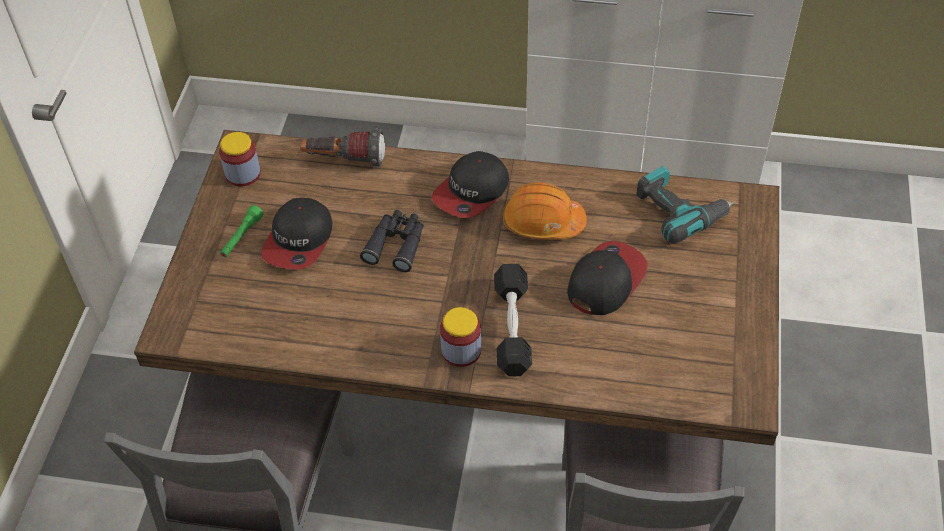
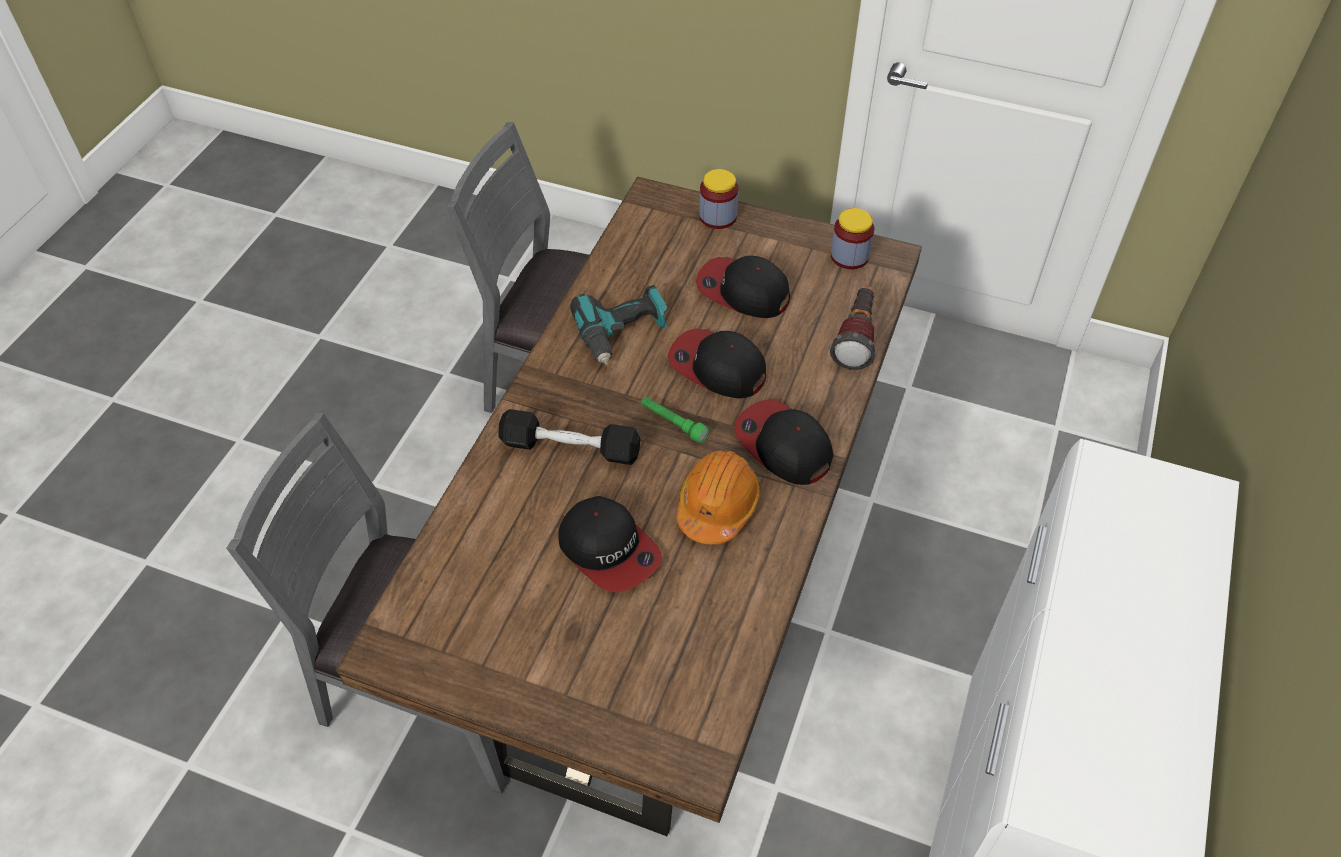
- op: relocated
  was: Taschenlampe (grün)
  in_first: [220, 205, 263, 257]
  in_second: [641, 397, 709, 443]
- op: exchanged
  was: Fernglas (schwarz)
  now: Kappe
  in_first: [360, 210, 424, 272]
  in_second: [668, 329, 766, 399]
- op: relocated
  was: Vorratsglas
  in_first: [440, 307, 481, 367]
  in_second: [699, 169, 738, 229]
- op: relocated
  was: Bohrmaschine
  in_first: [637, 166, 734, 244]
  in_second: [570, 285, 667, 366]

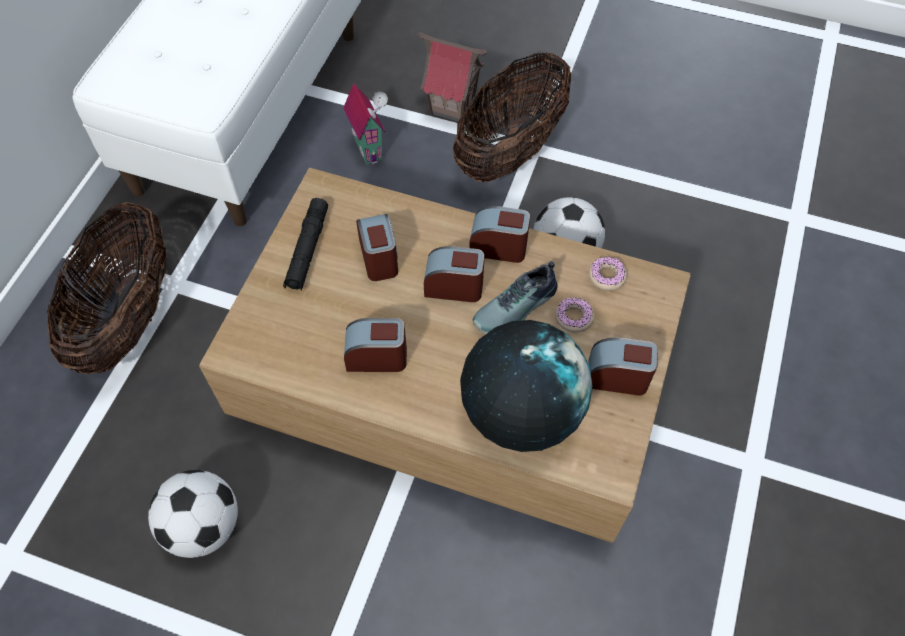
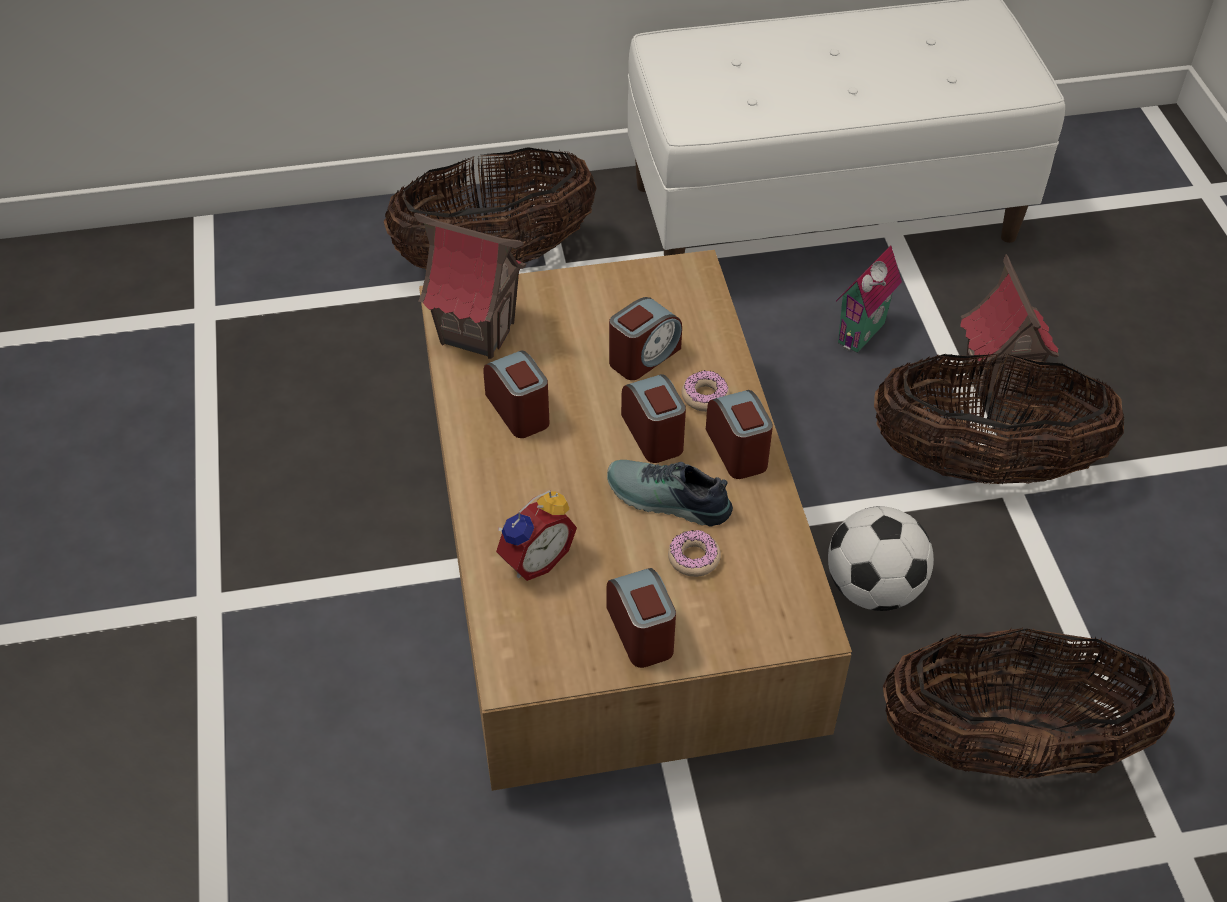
- op: missing
  was: Fußball
  in_first: [148, 470, 238, 558]
- op: missing
  was: Taschenlampe (schwarz)
  in_first: [283, 198, 328, 291]
- op: exchanged
  was: Globus
  now: Wecker
  in_first: [460, 320, 593, 452]
  in_second: [496, 490, 577, 581]
- op: relocated
  was: Donut
  in_first: [589, 257, 627, 291]
  in_second: [682, 371, 730, 412]
- op: appeared
  now: Spielzeughaus
  in_second: [414, 213, 526, 359]
- op: appeared
  now: Korb
  in_second: [883, 628, 1175, 779]

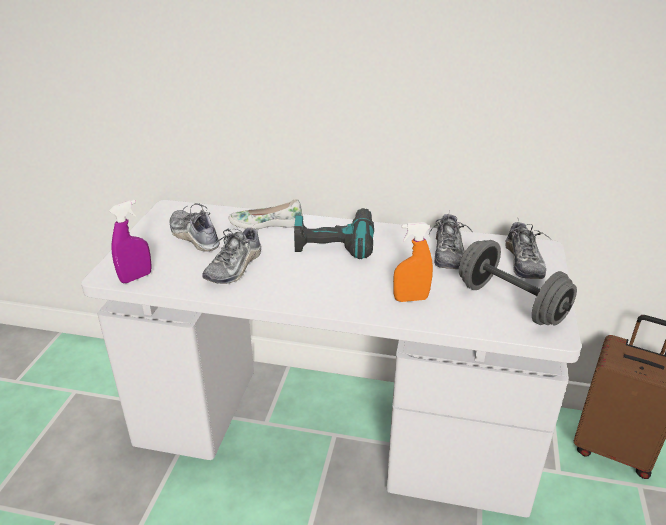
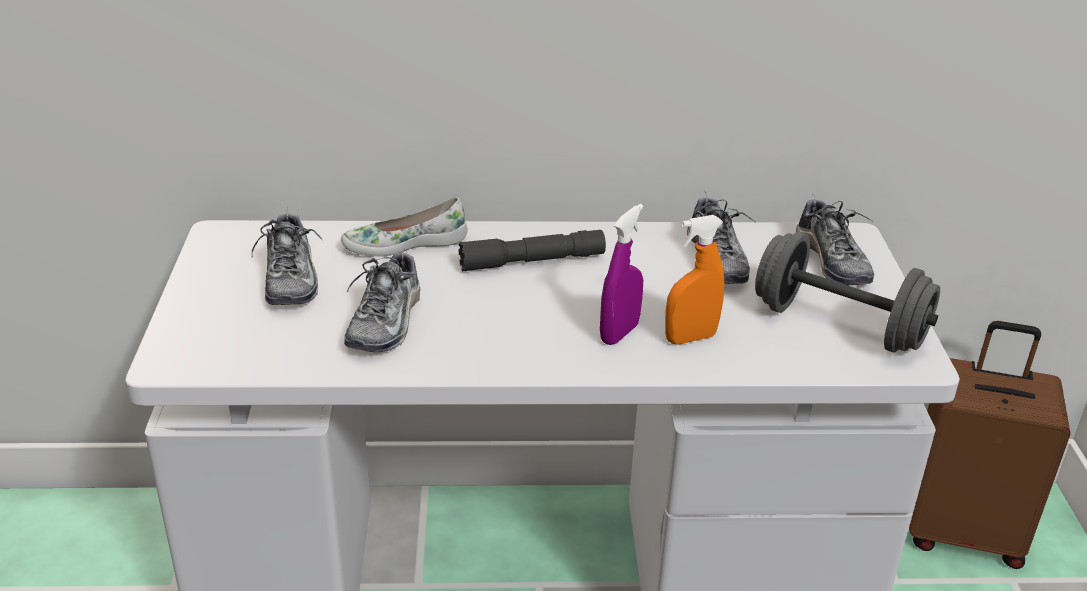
- op: relocated
  was: Sprühflasche (lila)
  in_first: [109, 200, 152, 283]
  in_second: [600, 204, 643, 345]
- op: spun
  was: Schuh
  in_first: [170, 203, 220, 252]
  in_second: [252, 214, 322, 305]
  clockwise: -135
- op: exchanged
  was: Bohrmaschine
  now: Taschenlampe (grau)
  in_first: [294, 208, 374, 259]
  in_second: [458, 230, 606, 271]

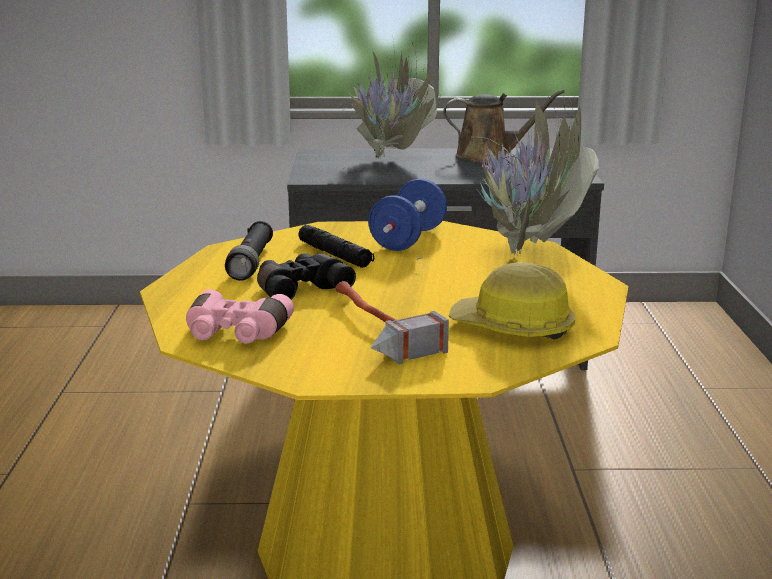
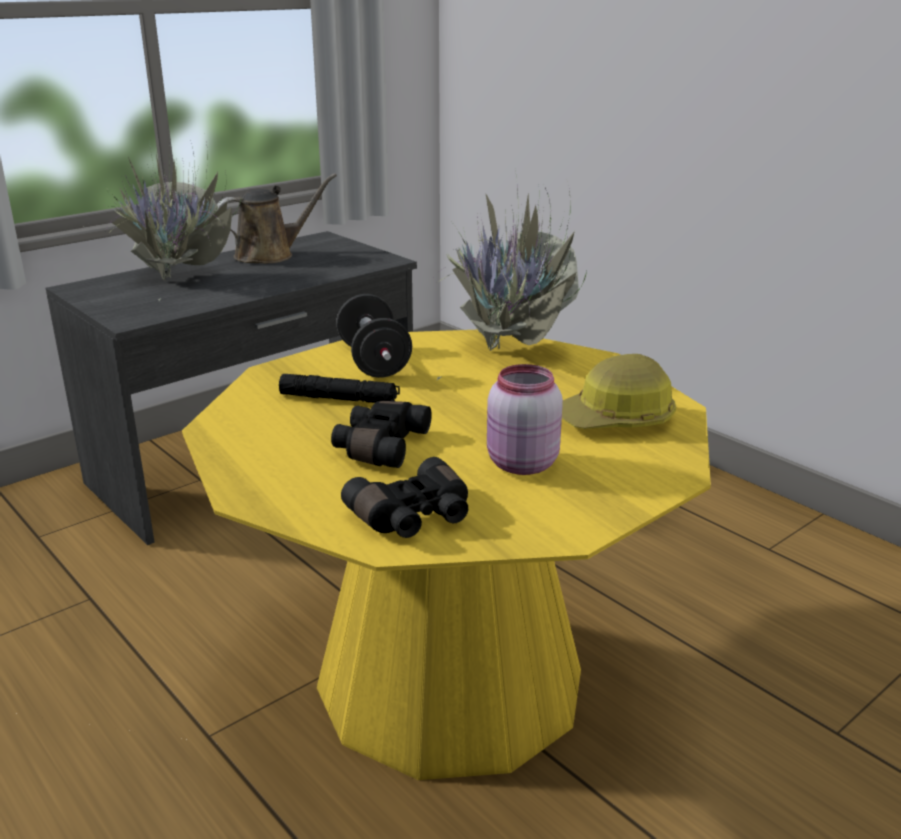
- op: colour
  was: Fernglas (rosa)
  now: Fernglas (schwarz)
  in_first: [186, 289, 294, 343]
  in_second: [341, 457, 468, 538]
- op: missing
  was: Taschenlampe (schwarz)
  in_first: [225, 221, 273, 281]
- op: exchanged
  was: Hammer
  now: Vorratsglas (rosa)
  in_first: [335, 281, 449, 364]
  in_second: [487, 364, 563, 475]
- op: colour
  was: Hantel (blau)
  now: Hantel (schwarz)
  in_first: [368, 179, 447, 251]
  in_second: [336, 294, 412, 378]

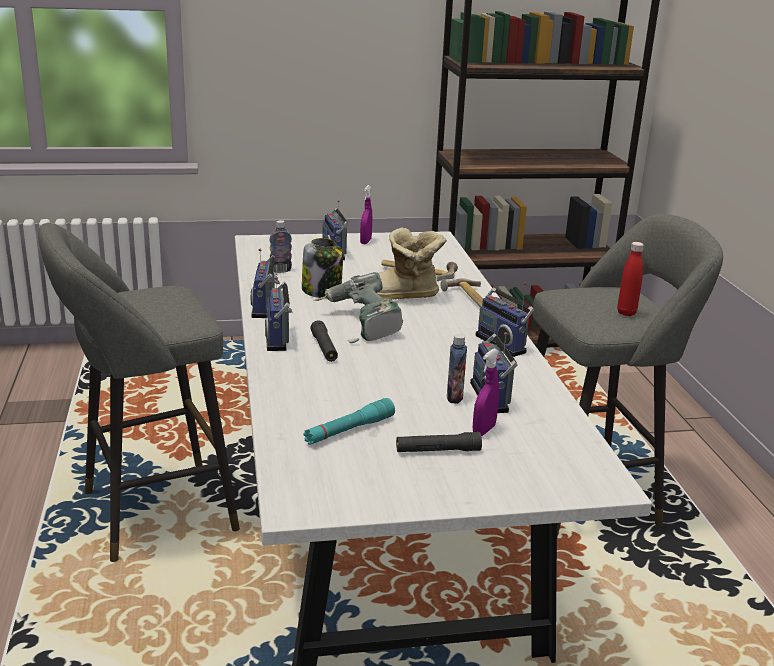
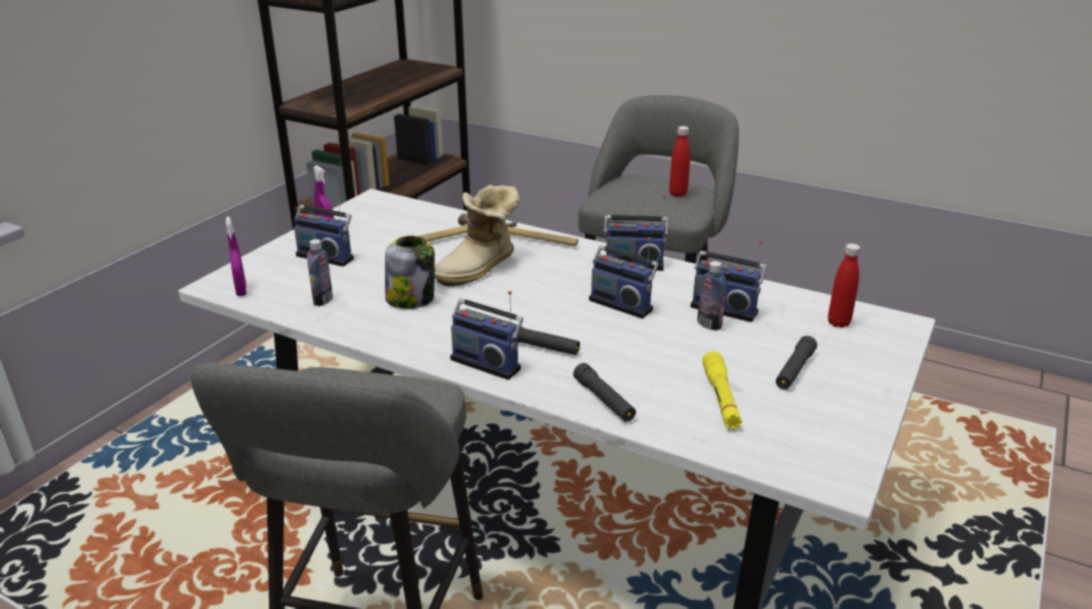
- op: relocated
  was: Radio
  in_first: [251, 248, 280, 318]
  in_second: [589, 237, 659, 319]
- op: colour
  was: Taschenlampe (türkis)
  now: Taschenlampe (gelb)
  in_first: [303, 398, 395, 445]
  in_second: [702, 351, 742, 430]
- op: missing
  was: Bohrmaschine
  in_first: [314, 272, 403, 343]
- op: relocated
  was: Sprühflasche (lila)
  in_first: [473, 349, 499, 436]
  in_second: [226, 217, 247, 296]
- op: appeared
  now: Taschenlampe (schwarz)
  in_second: [573, 363, 636, 422]
- op: appeared
  now: Flasche (rot)
  in_second: [828, 244, 860, 328]

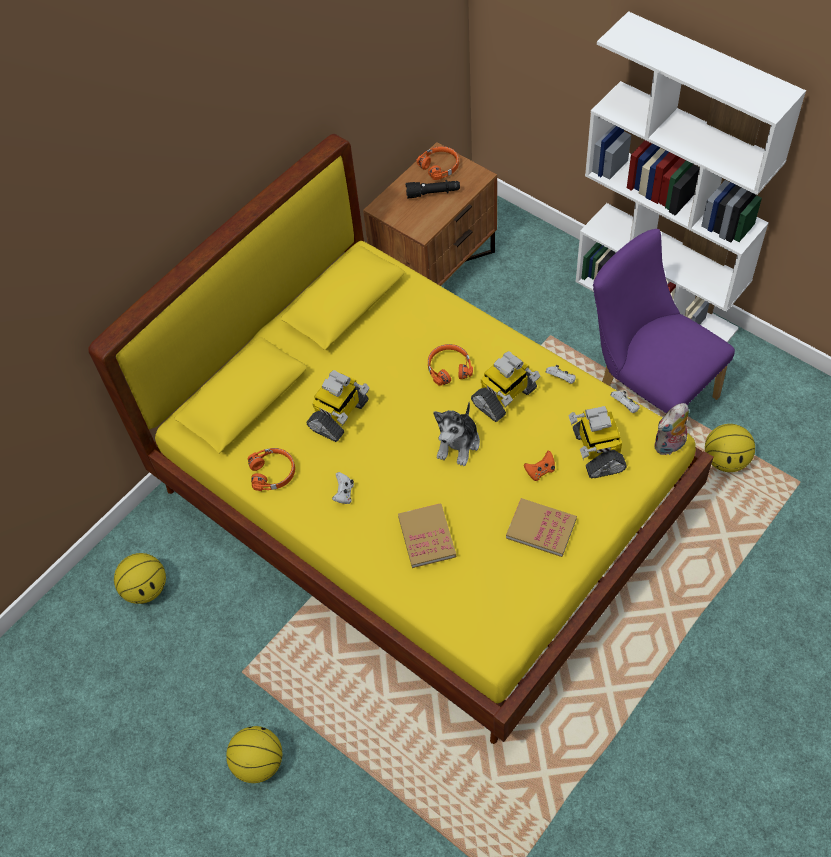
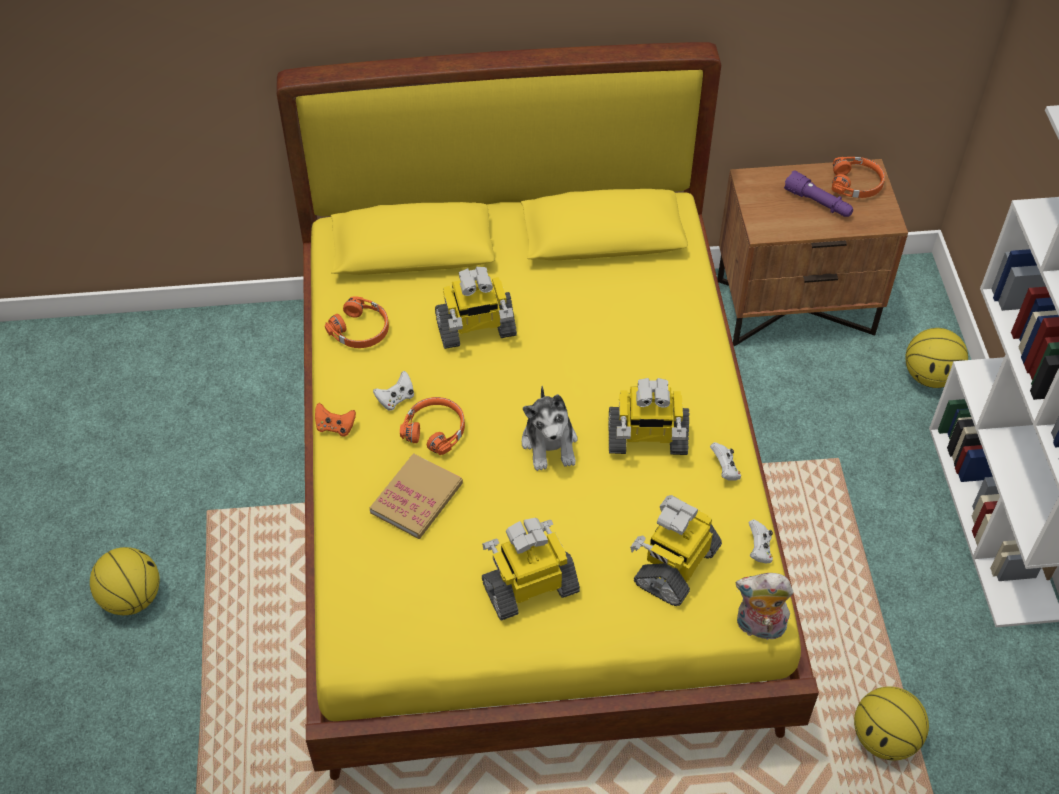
- op: relocated
  was: Basketball
  in_first: [114, 553, 166, 604]
  in_second: [905, 328, 968, 388]
- op: colour
  was: Taschenlampe (schwarz)
  now: Taschenlampe (lila)
  in_first: [406, 180, 460, 198]
  in_second: [784, 170, 853, 217]
- op: relocated
  was: Kopfhörer (orange)
  in_first: [428, 344, 473, 386]
  in_second: [400, 397, 465, 455]
- op: spun
  was: Plüschtier
  in_first: [433, 402, 480, 466]
  in_second: [522, 386, 578, 471]
  clockwise: -75
- op: exchanged
  was: Buch
  now: Spielzeugroboter
  in_first: [506, 498, 577, 557]
  in_second: [482, 518, 580, 620]
- op: relocated
  was: Gamepad (orange)
  in_first: [524, 451, 555, 481]
  in_second: [315, 403, 356, 437]
- op: missing
  was: Stuhl (lila)
  in_first: [593, 229, 735, 413]

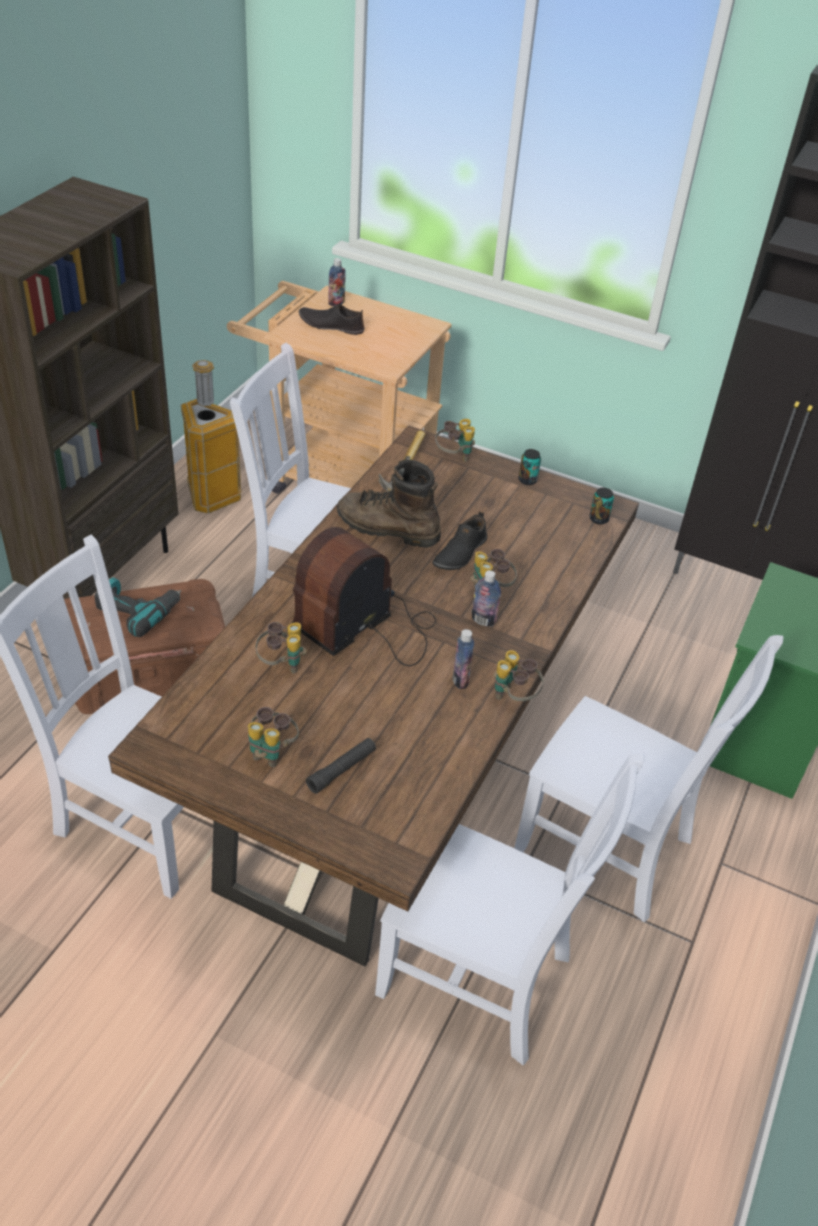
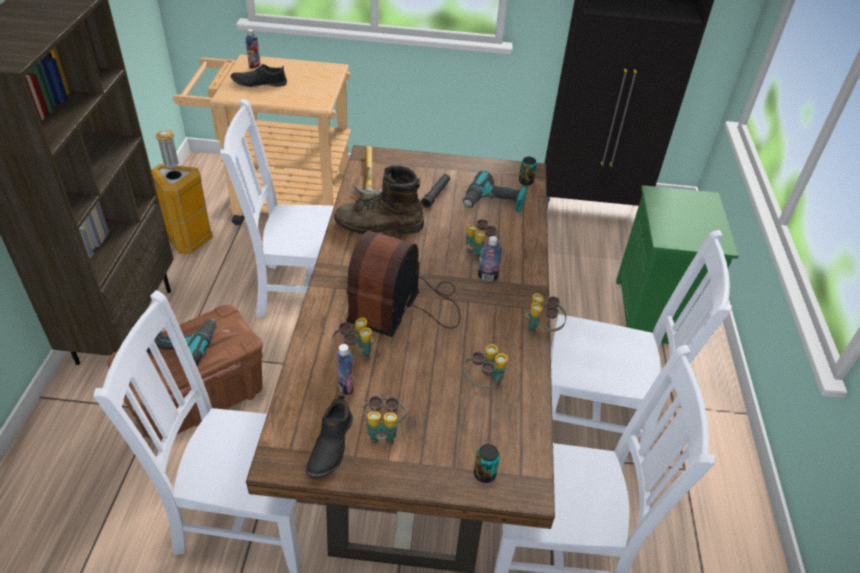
- op: relocated
  was: Taschenlampe (schwarz)
  in_first: [306, 738, 376, 794]
  in_second: [421, 174, 450, 208]
- op: relocated
  was: Schuh (schwarz)
  in_first: [432, 511, 488, 570]
  in_second: [306, 395, 353, 478]
- op: relocated
  was: Fernglas
  in_first: [435, 419, 475, 462]
  in_second: [463, 344, 508, 389]
- op: relocated
  was: Flasche
  in_first: [453, 629, 474, 689]
  in_second: [336, 344, 353, 395]
- op: relocated
  was: Dose
  in_first: [518, 449, 541, 485]
  in_second: [474, 444, 500, 483]
- op: appeared
  now: Bohrmaschine
  in_second: [463, 171, 527, 213]

